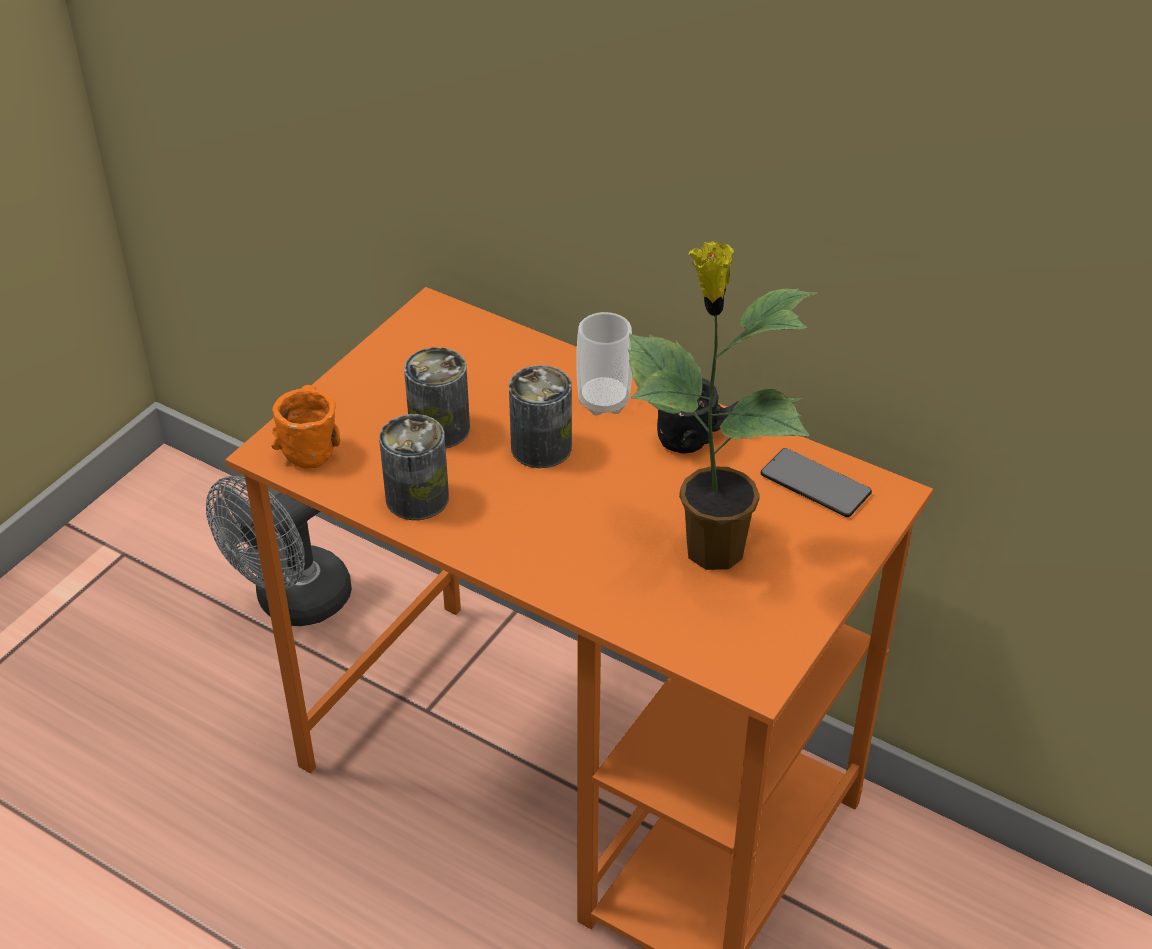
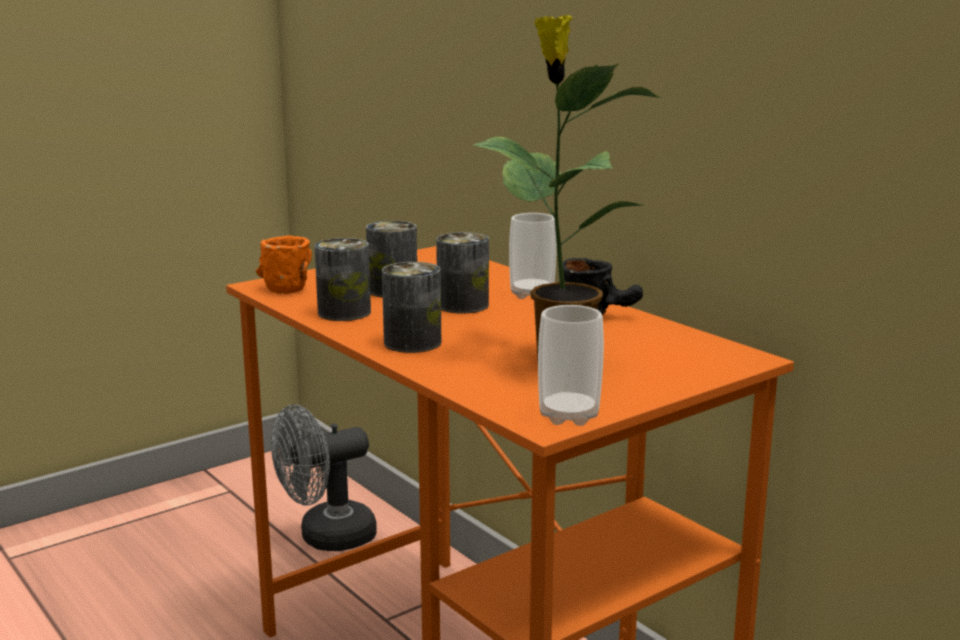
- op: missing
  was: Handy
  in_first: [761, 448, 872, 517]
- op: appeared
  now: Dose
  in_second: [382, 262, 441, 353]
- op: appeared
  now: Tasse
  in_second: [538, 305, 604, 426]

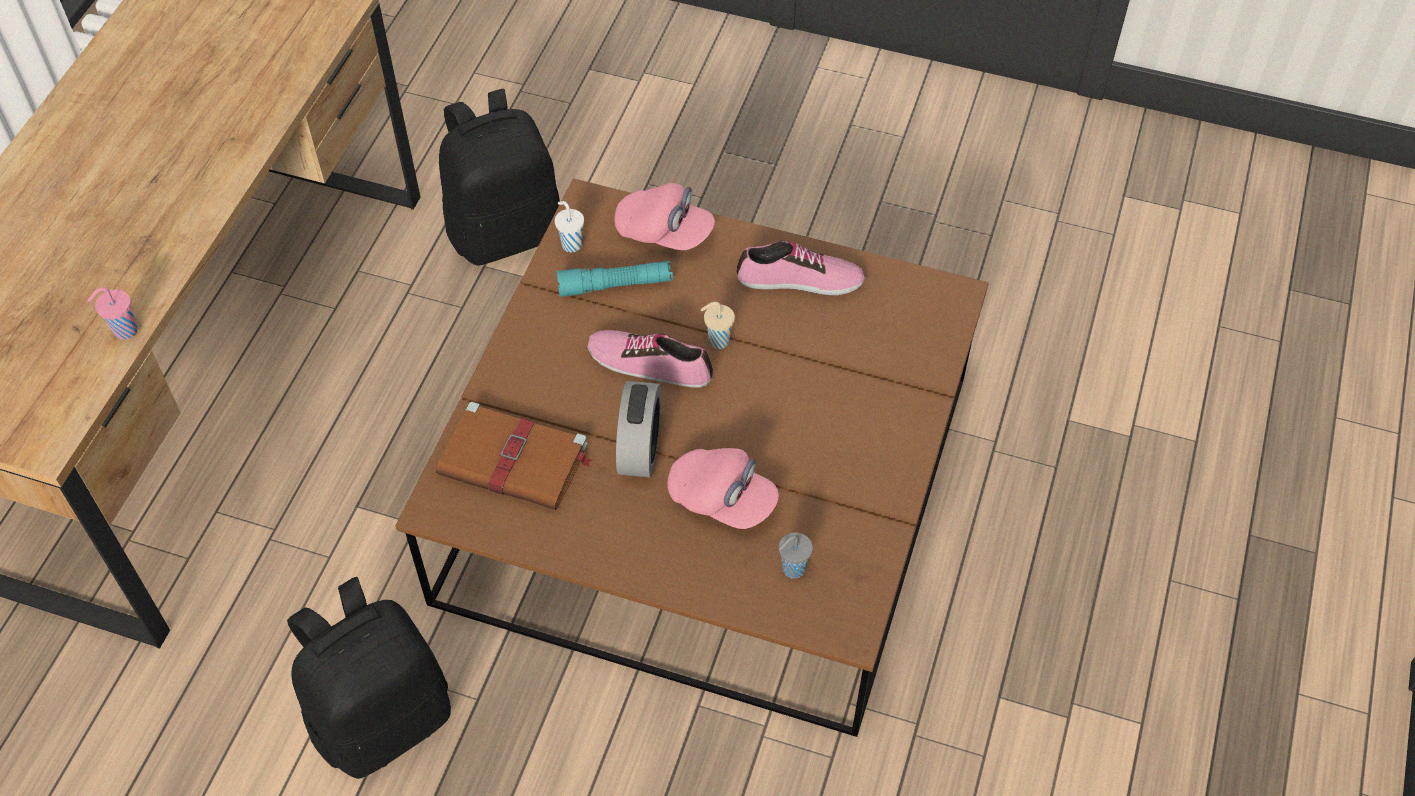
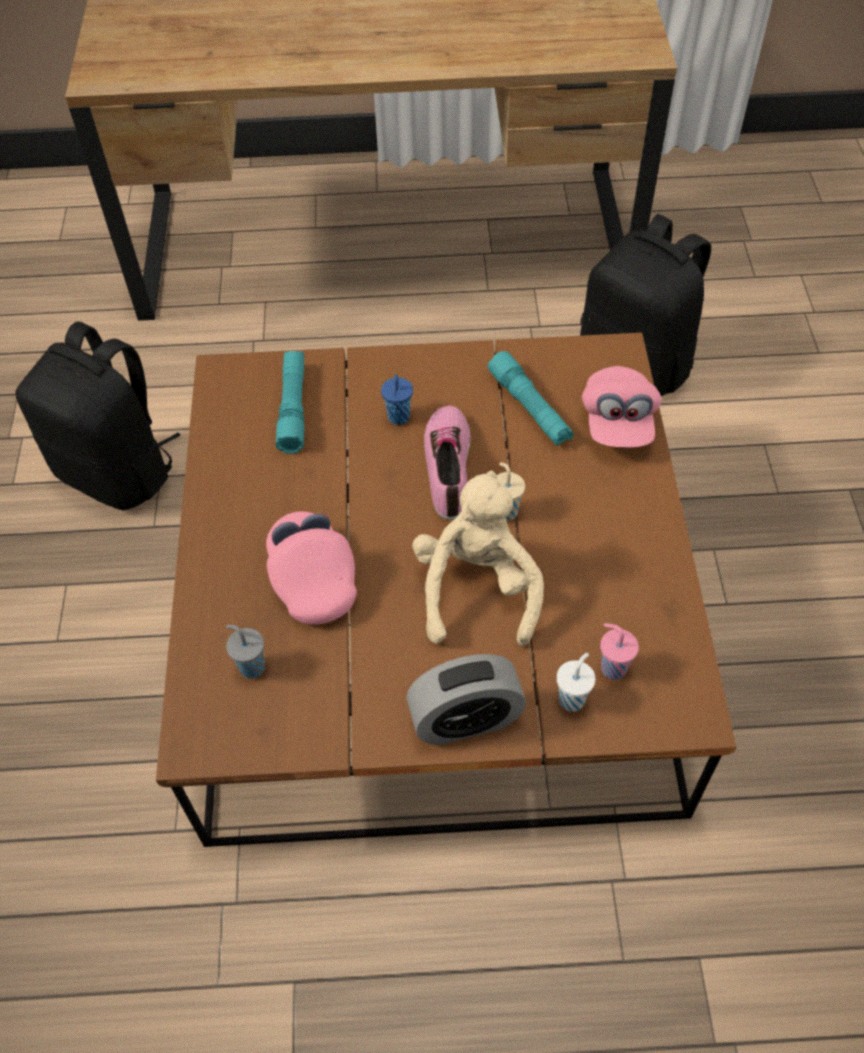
- op: relocated
  was: Tasse (rosa)
  in_first: [87, 287, 138, 340]
  in_second: [600, 623, 639, 680]
- op: exchanged
  was: Buch (braun)
  now: Taschenlampe (türkis)
  in_first: [436, 402, 593, 510]
  in_second: [276, 351, 305, 454]
- op: relocated
  was: Tasse (weiß)
  in_first: [555, 201, 584, 253]
  in_second: [557, 653, 595, 712]
- op: relocated
  was: Wecker
  in_first: [616, 381, 661, 477]
  in_second: [406, 654, 526, 745]
- op: spun
  was: Kappe (rosa)
  in_first: [667, 448, 779, 529]
  in_second: [266, 511, 357, 625]
  clockwise: 150
- op: missing
  was: Schuh
  in_first: [737, 241, 865, 295]
- op: appeared
  now: Tasse (blau)
  in_second: [381, 374, 413, 425]
- op: appeared
  now: Plüschtier (beige)
  in_second: [412, 470, 544, 646]

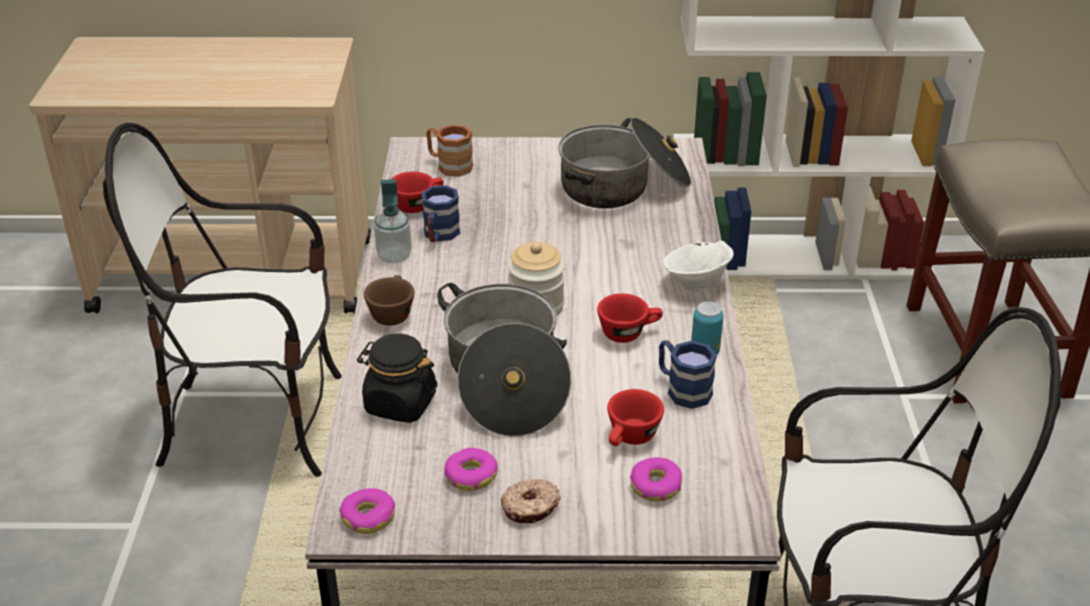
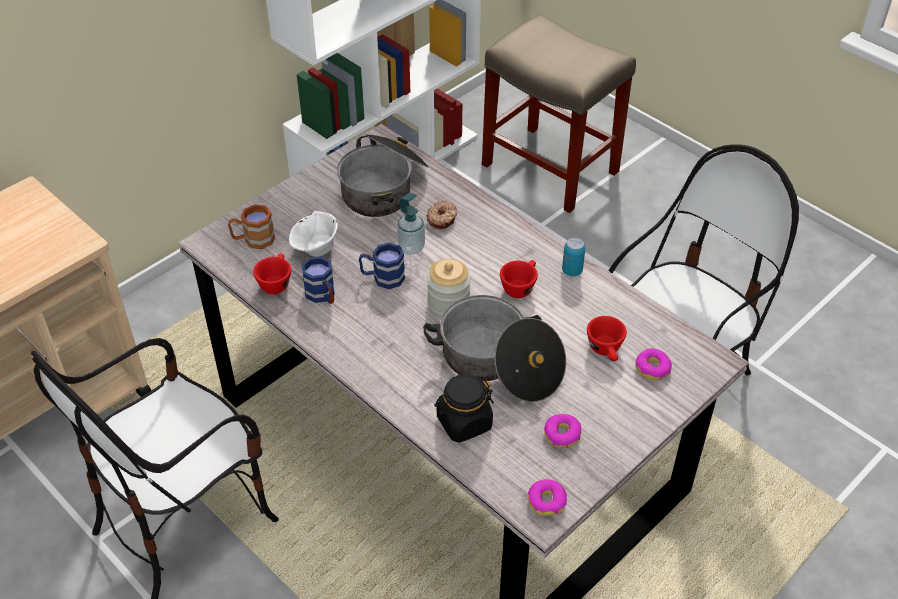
- op: missing
  was: Tasse (braun)
  in_first: [364, 275, 414, 326]
- op: relocated
  was: Seifenspender
  in_first: [374, 179, 412, 264]
  in_second: [397, 193, 425, 255]
- op: relocated
  was: Donut
  in_first: [501, 479, 561, 523]
  in_second: [426, 201, 457, 229]
- op: relocated
  was: Henkelbecher (blau)
  in_first: [659, 340, 717, 409]
  in_second: [359, 243, 405, 289]
- op: relocated
  was: Schüssel (weiß)
  in_first: [663, 241, 734, 292]
  in_second: [289, 211, 338, 257]

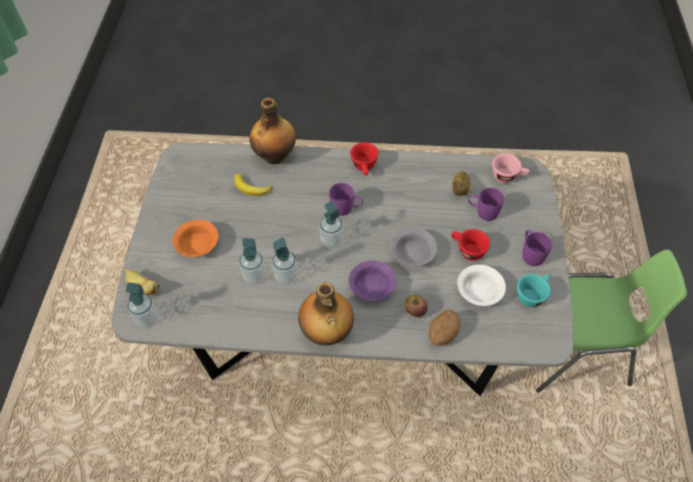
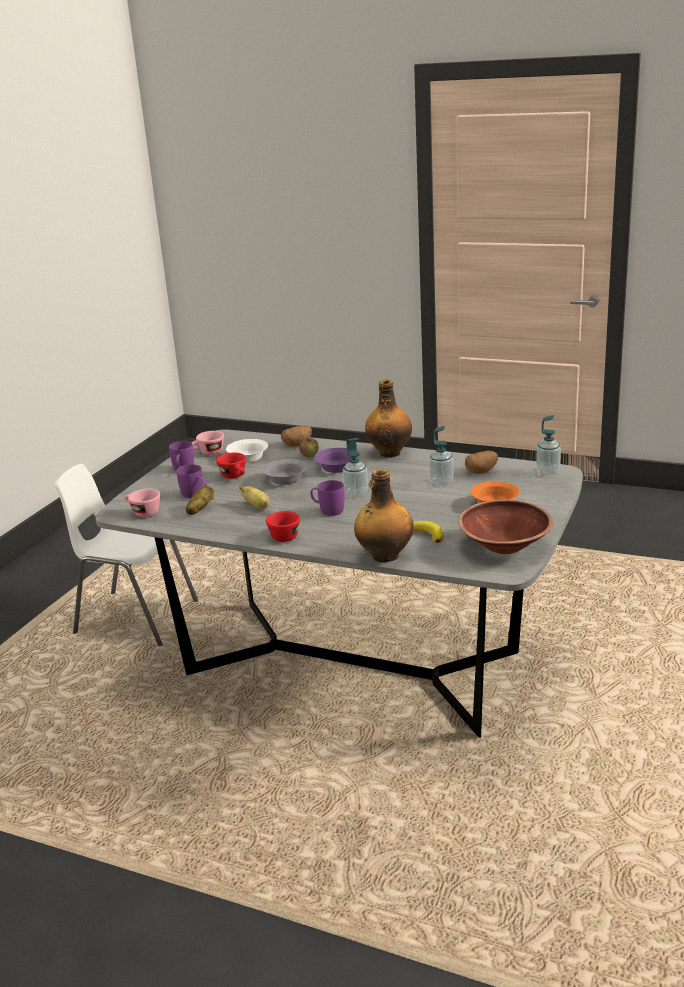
- op: relocated
  was: Banane
  in_first: [125, 268, 160, 295]
  in_second: [239, 485, 270, 509]
- op: missing
  was: Seifenspender
  in_first: [272, 238, 298, 284]
- op: colour
  was: Tasse (türkis)
  now: Tasse (rosa)
  in_first: [517, 274, 551, 307]
  in_second: [192, 431, 224, 455]
- op: colour
  was: Stuhl (grün)
  now: Stuhl (weiß)
  in_first: [536, 250, 687, 393]
  in_second: [55, 464, 198, 646]
- op: appeared
  now: Schüssel (braun)
  in_second: [458, 500, 553, 554]
- op: appeared
  now: Kartoffel
  in_second: [465, 451, 498, 474]

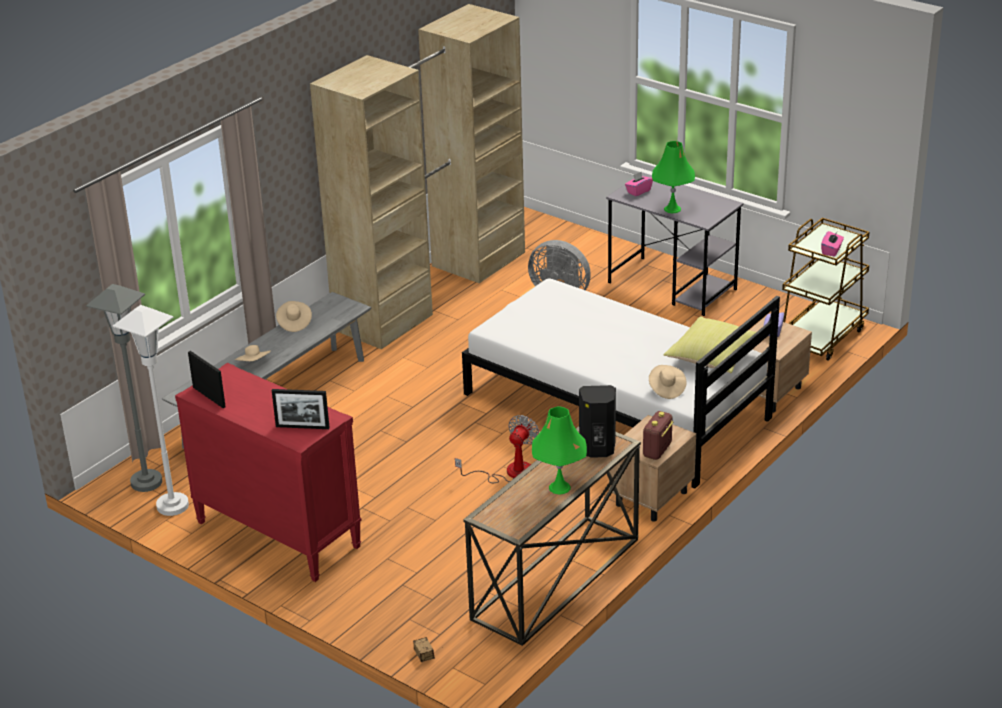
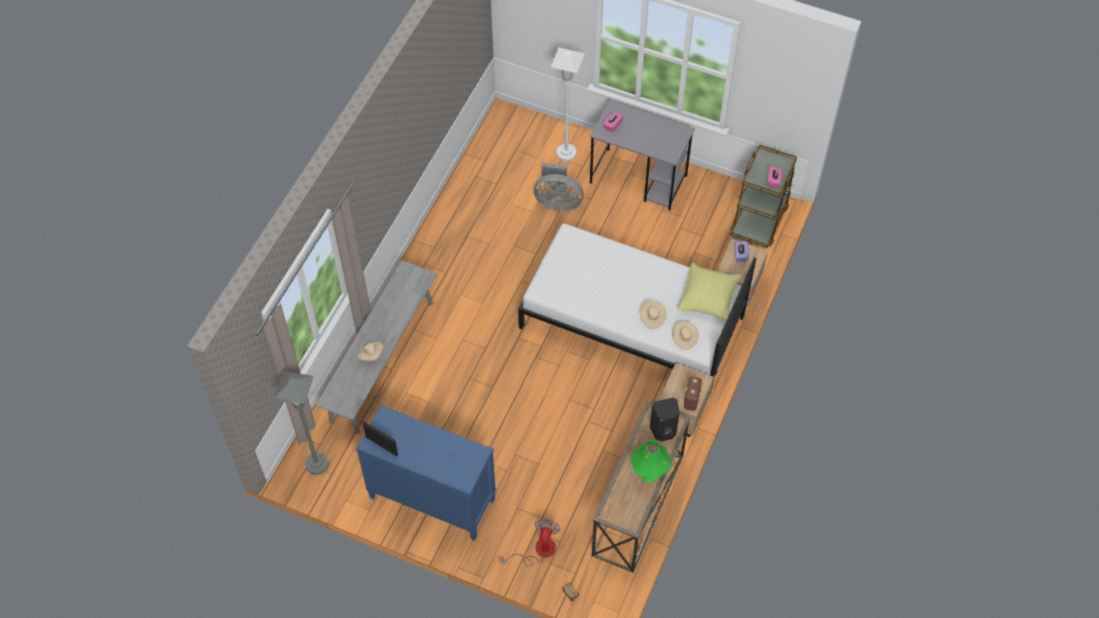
- op: relocated
  was: Stehlampe (weiß)
  in_first: [113, 305, 189, 516]
  in_second: [551, 48, 585, 162]
- op: colour
  was: Kommode (rot)
  now: Kommode (blau)
  in_first: [175, 363, 362, 582]
  in_second: [356, 405, 496, 541]
- op: missing
  was: Bilderrahmen
  in_first: [272, 389, 330, 429]
- op: relocated
  was: Hut (beige)
  in_first: [276, 301, 312, 332]
  in_second: [640, 300, 667, 329]
- op: missing
  was: Kleiderschrank (beige)
  in_first: [310, 4, 525, 349]
- op: relocated
  was: Ventilator
  in_first: [455, 415, 539, 483]
  in_second: [500, 519, 560, 567]
- op: missing
  was: Tischlampe (grün)
  in_first: [652, 141, 695, 213]

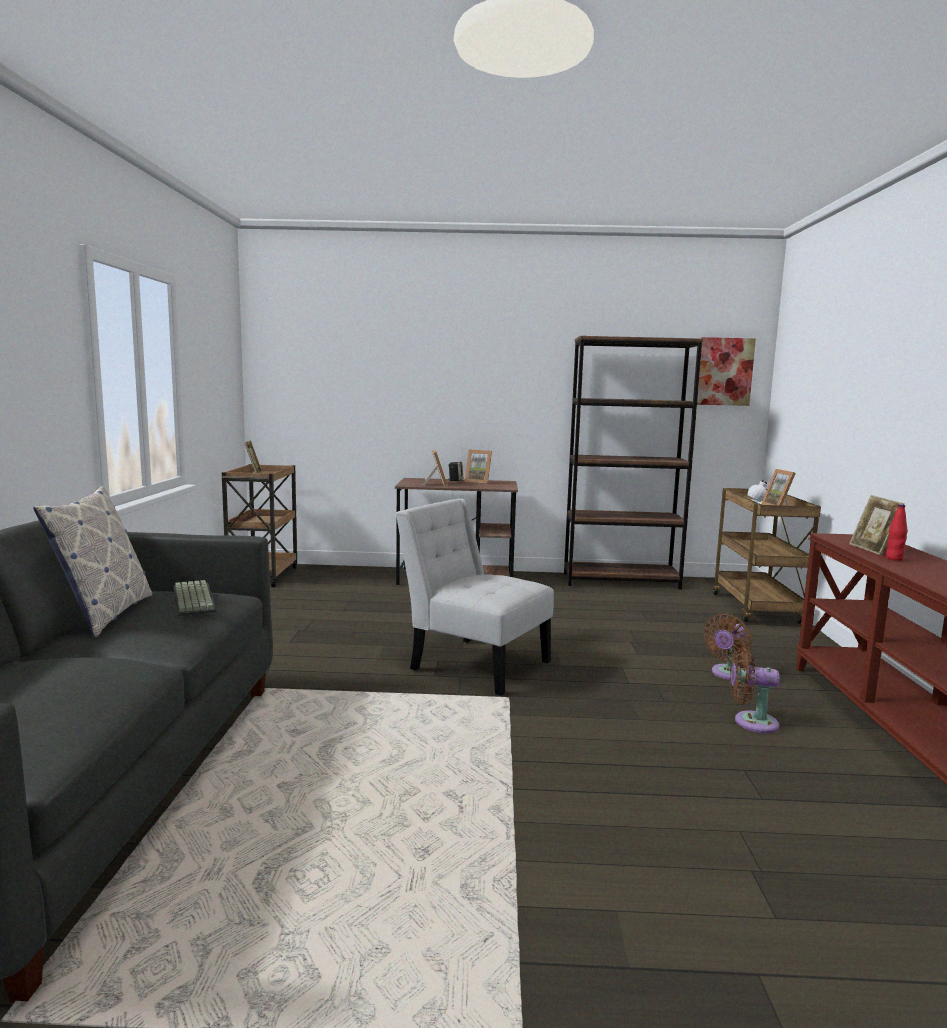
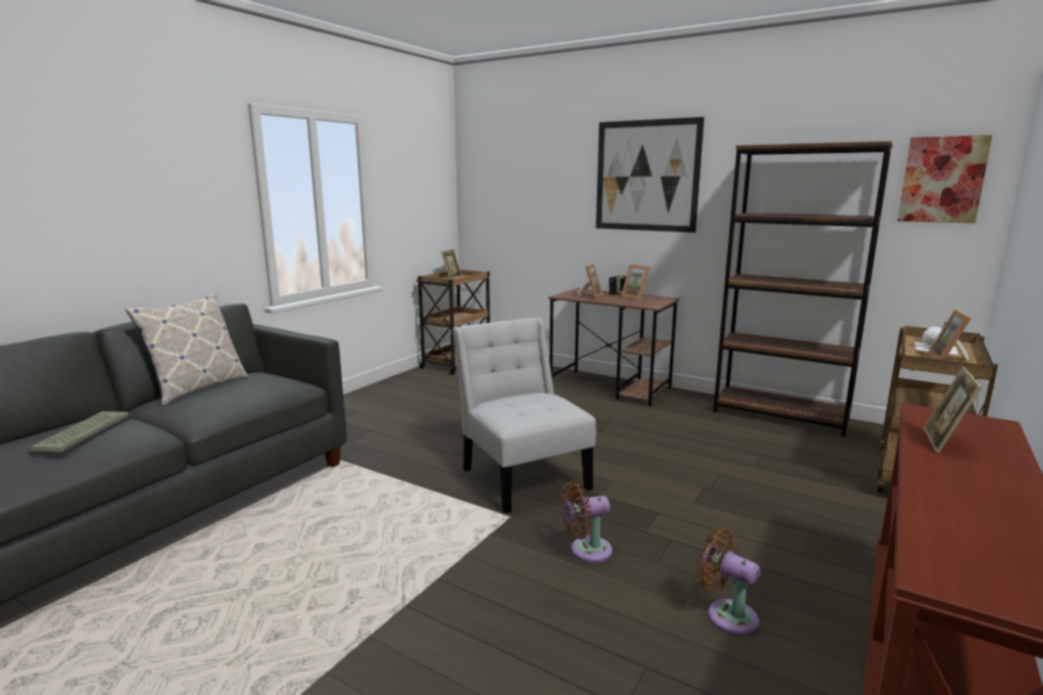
- op: relocated
  was: Tastatur
  in_first: [173, 580, 217, 617]
  in_second: [28, 411, 133, 455]
- op: relocated
  was: Ventilator (braun)
  in_first: [703, 614, 752, 680]
  in_second: [561, 481, 612, 563]
- op: missing
  was: Flasche (rot)
  in_first: [886, 504, 908, 561]
- op: appeared
  now: Bild
  in_second: [596, 117, 704, 233]

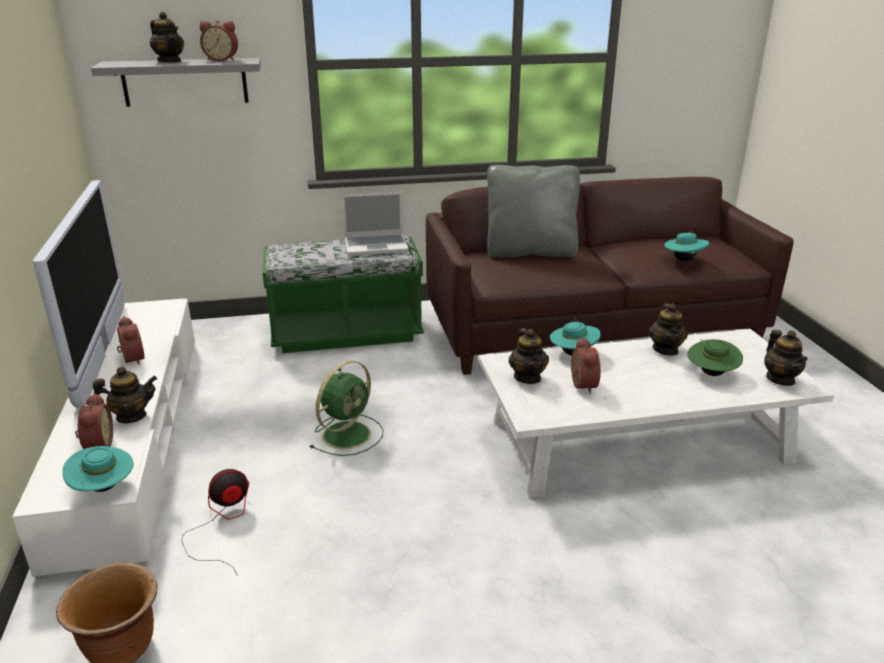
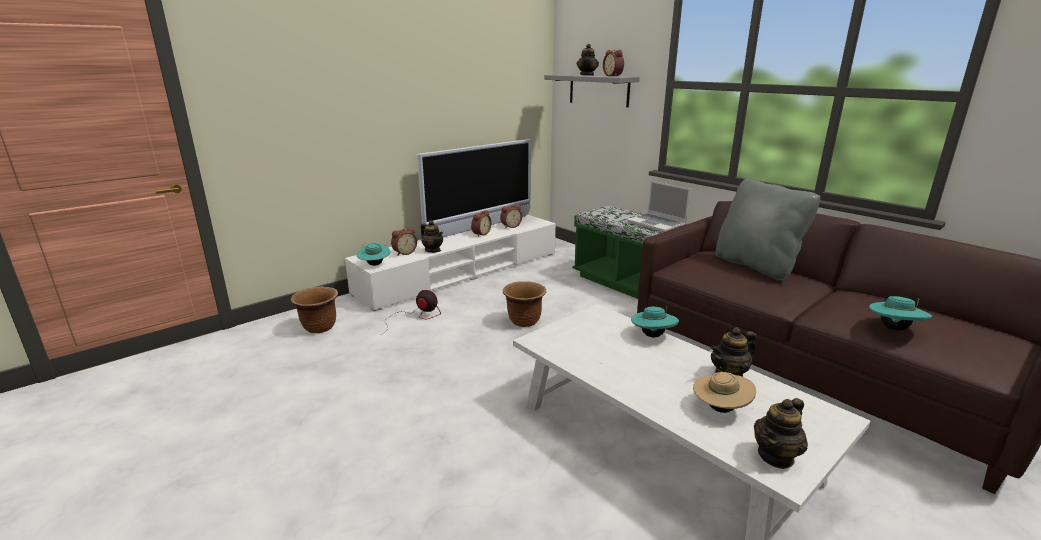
- op: exchanged
  was: Ventilator (grün)
  now: Pflanzkübel (braun)
  in_first: [310, 361, 384, 456]
  in_second: [503, 281, 546, 327]
- op: missing
  was: Teekanne
  in_first: [509, 328, 549, 384]
- op: relocated
  was: Wecker
  in_first: [571, 337, 601, 394]
  in_second: [500, 204, 522, 229]
- op: colour
  was: Hut (grün)
  now: Hut (beige)
  in_first: [687, 339, 743, 376]
  in_second: [693, 366, 756, 413]

